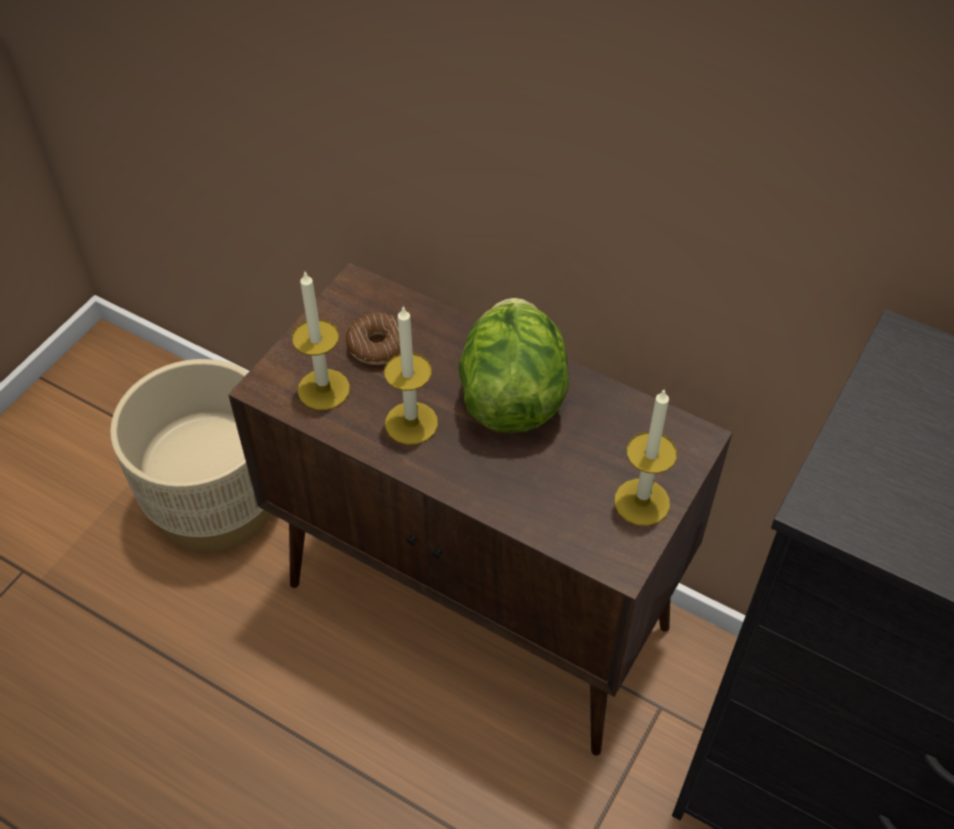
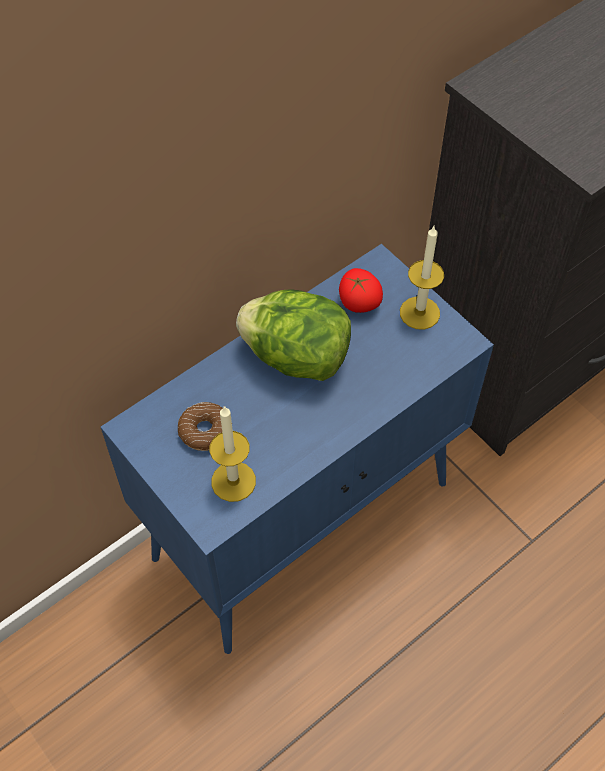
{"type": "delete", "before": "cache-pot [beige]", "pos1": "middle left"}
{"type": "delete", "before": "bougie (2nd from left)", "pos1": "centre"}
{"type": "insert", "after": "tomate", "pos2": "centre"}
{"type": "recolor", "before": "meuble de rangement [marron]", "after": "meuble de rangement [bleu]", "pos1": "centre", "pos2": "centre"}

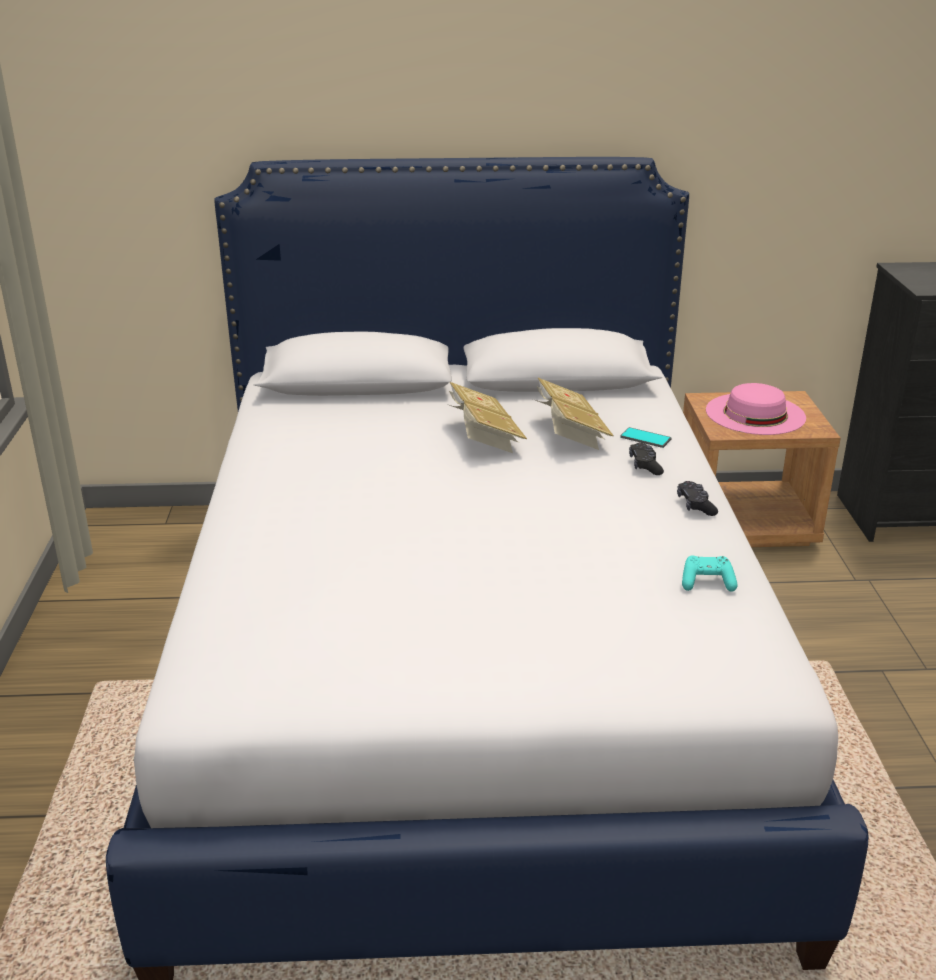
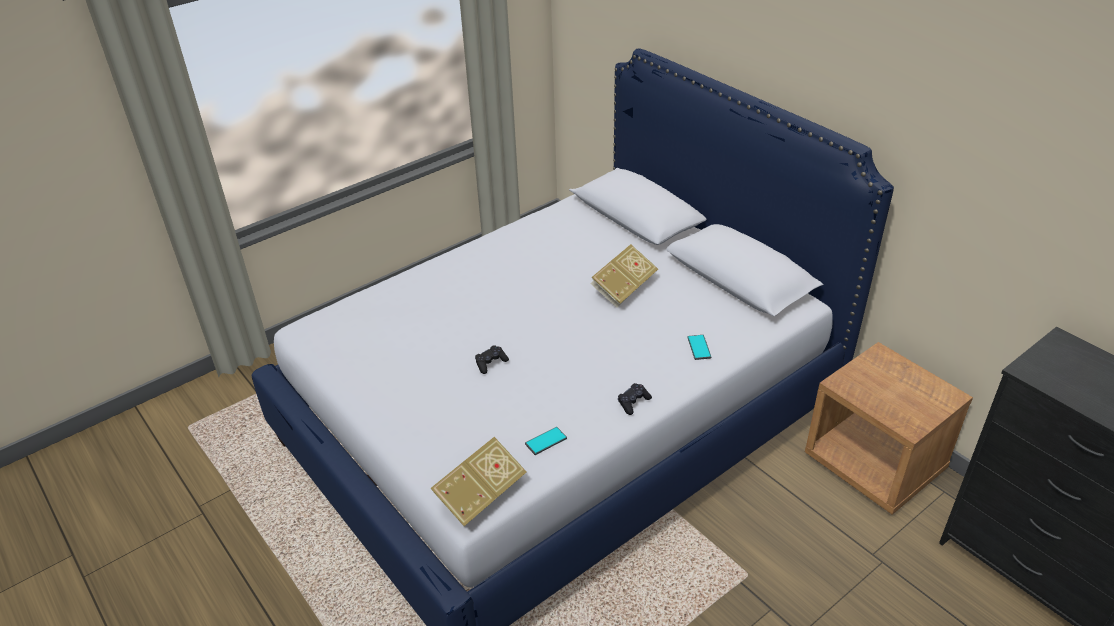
{"type": "delete", "before": "chapeau [rose]", "pos1": "middle right"}
{"type": "move", "before": "livre (2nd from left in the first image)", "after": "livre (1st from left)", "pos1": "centre", "pos2": "bottom centre"}
{"type": "move", "before": "manette [noir] (1st from left)", "pos1": "middle right", "pos2": "centre"}
{"type": "replace", "before": "manette [turquoise]", "after": "téléphone (1st from left)", "pos1": "middle right", "pos2": "bottom centre"}

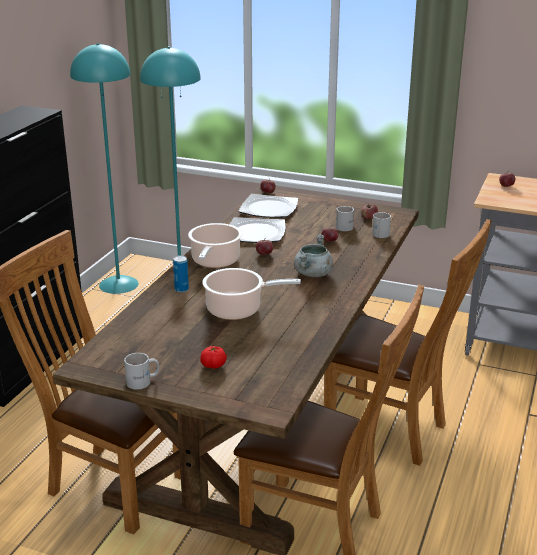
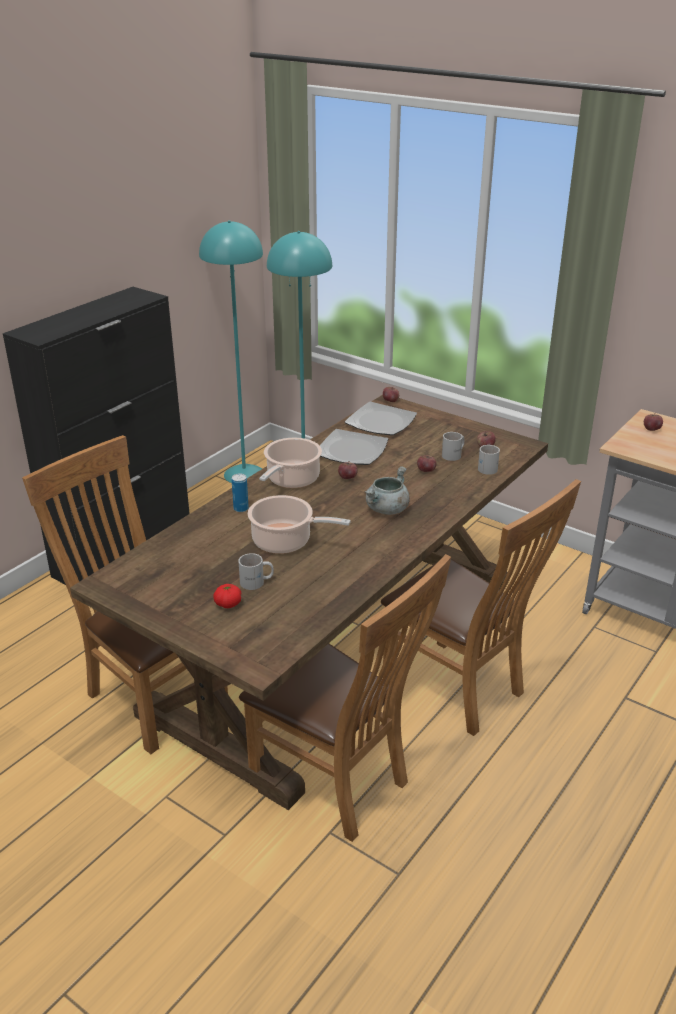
{"type": "move", "before": "mug [blanc] (1st from left)", "pos1": "bottom left", "pos2": "centre"}

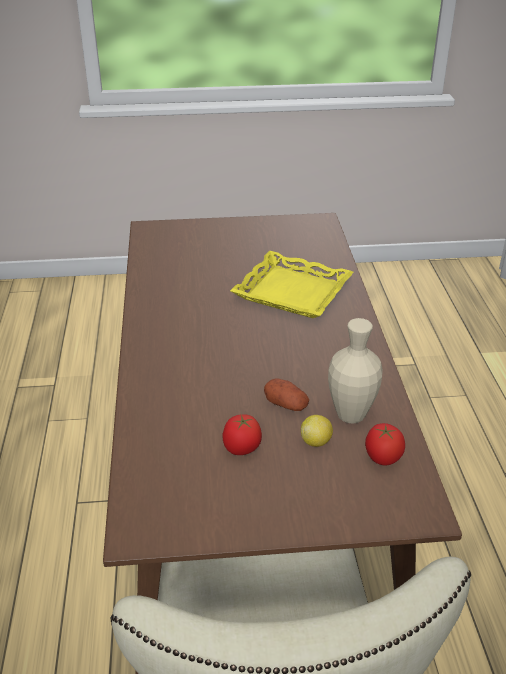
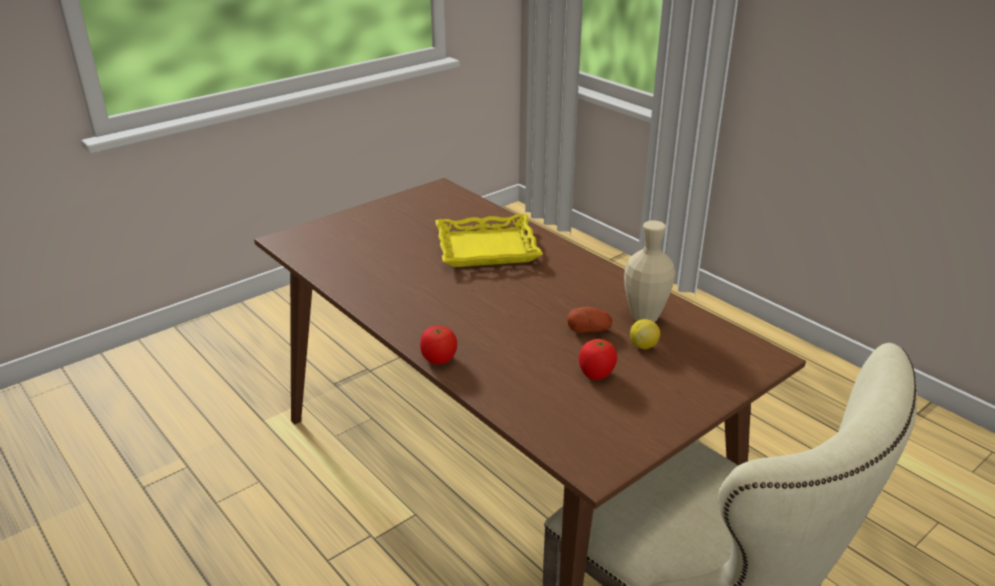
{"type": "move", "before": "tomate (2nd from left in the first image)", "after": "tomate (1st from left)", "pos1": "middle right", "pos2": "centre"}

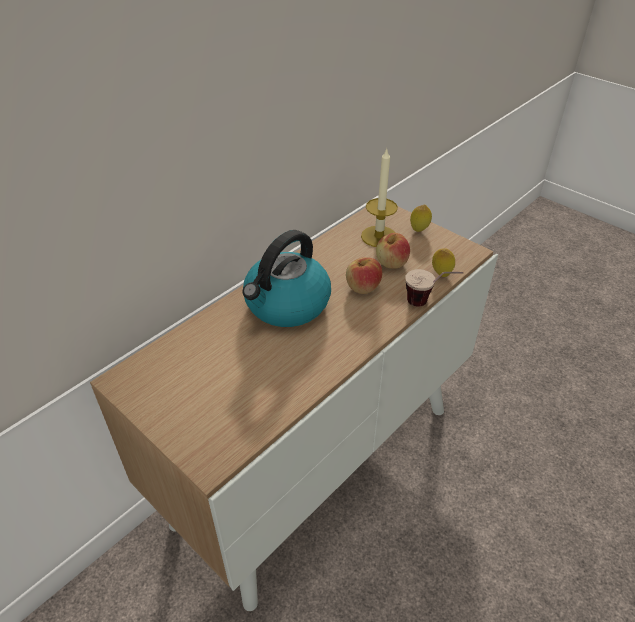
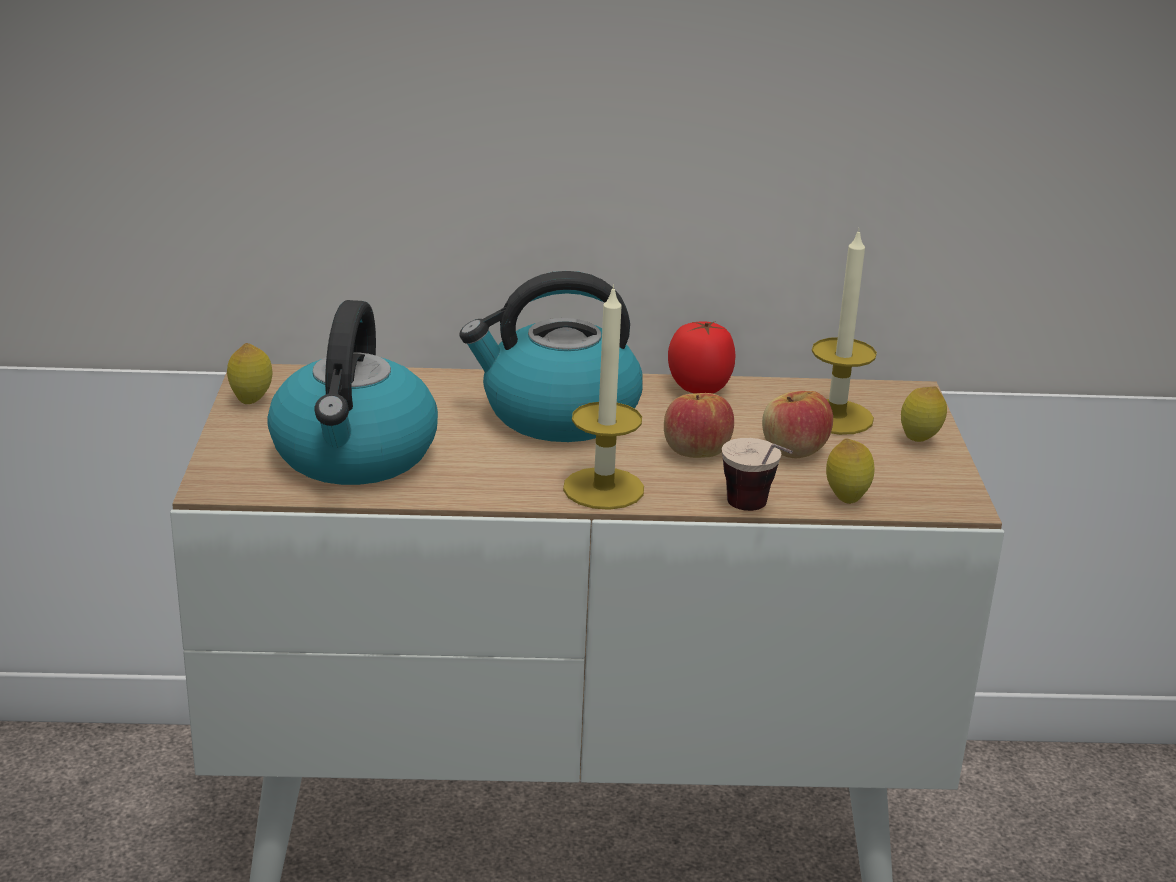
{"type": "insert", "after": "citron (1st from left)", "pos2": "middle left"}
{"type": "insert", "after": "bouilloire (1st from left)", "pos2": "middle left"}
{"type": "insert", "after": "bougie (1st from left)", "pos2": "centre"}
{"type": "insert", "after": "tomate", "pos2": "centre"}

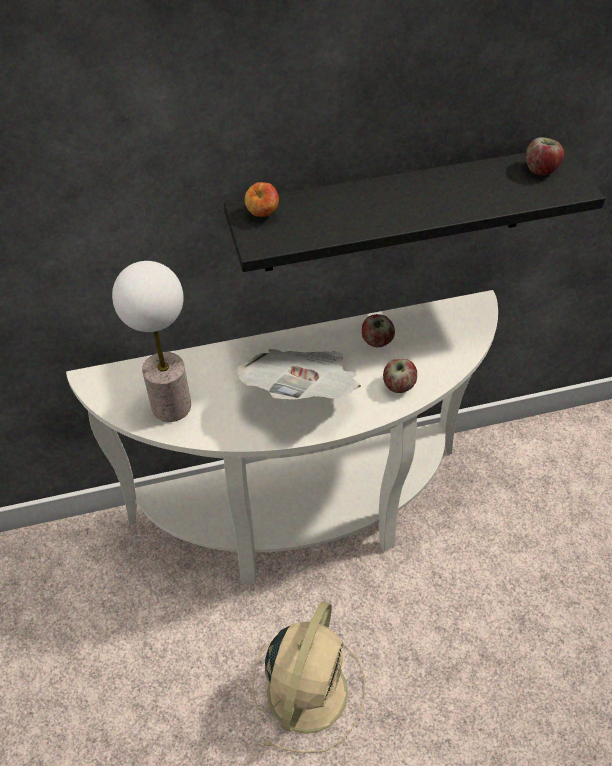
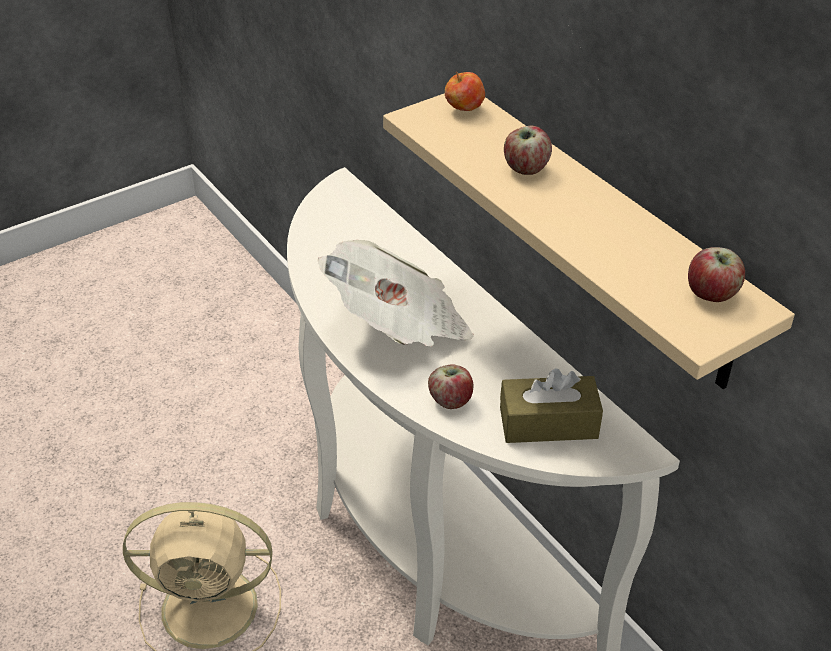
{"type": "delete", "before": "lampe de table", "pos1": "middle left"}
{"type": "insert", "after": "boîte à mouchoirs [marron]", "pos2": "centre"}
{"type": "move", "before": "pomme (2nd from left in the first image)", "after": "pomme (3rd from left)", "pos1": "centre", "pos2": "top centre"}
{"type": "recolor", "before": "étagère [noir]", "after": "étagère [beige]", "pos1": "top right", "pos2": "middle right"}

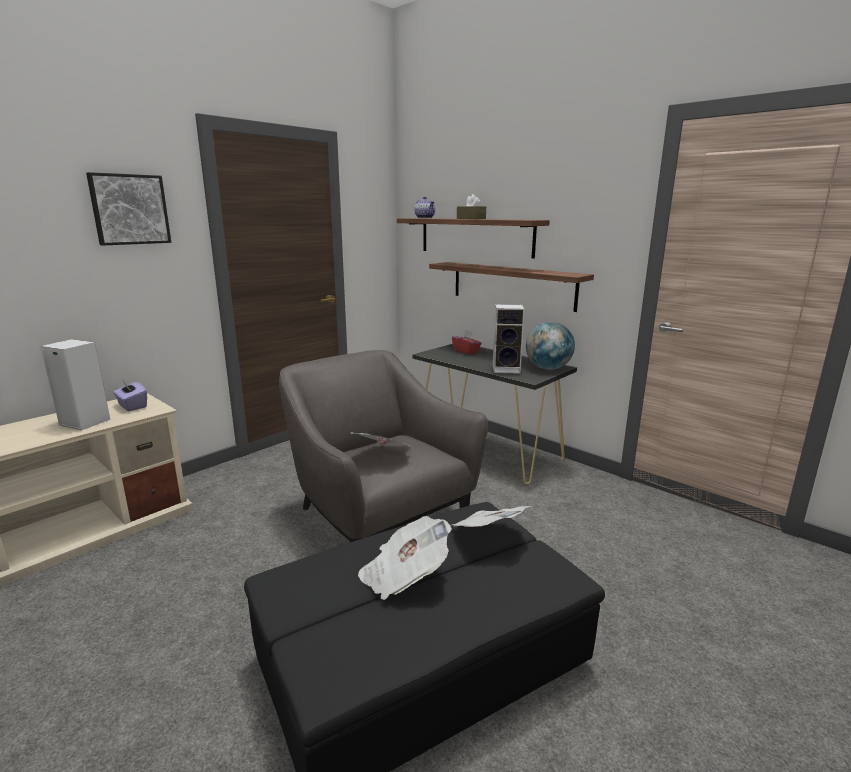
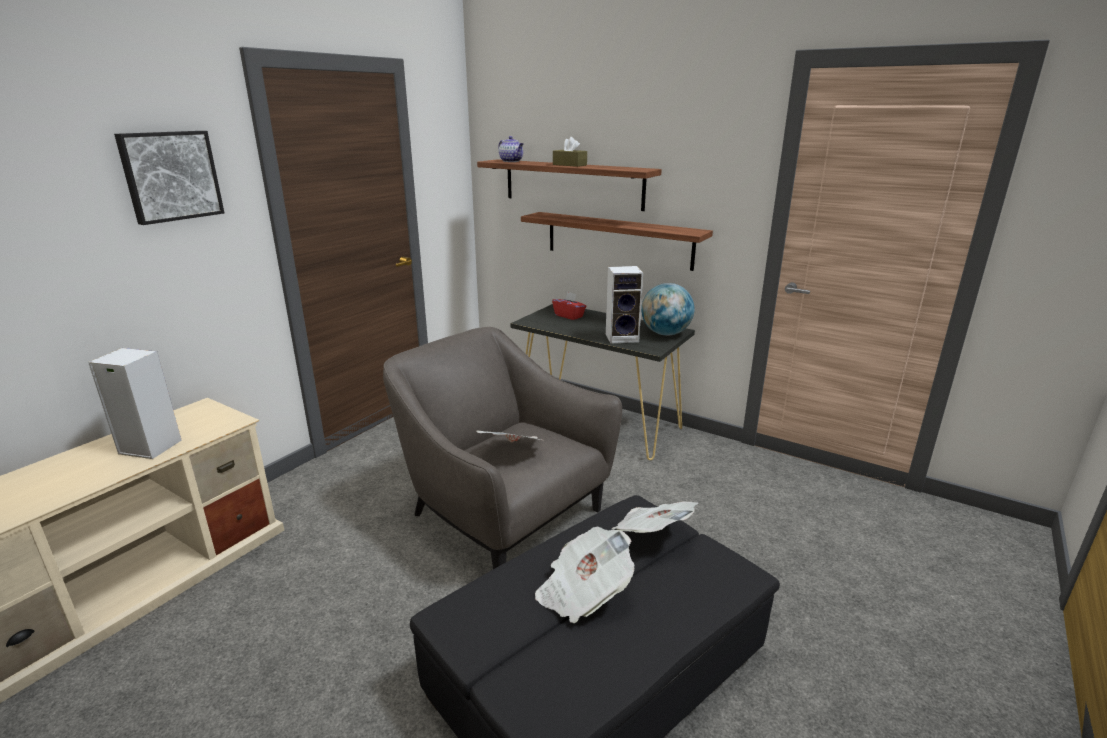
{"type": "delete", "before": "boîte à mouchoirs [violet]", "pos1": "middle left"}

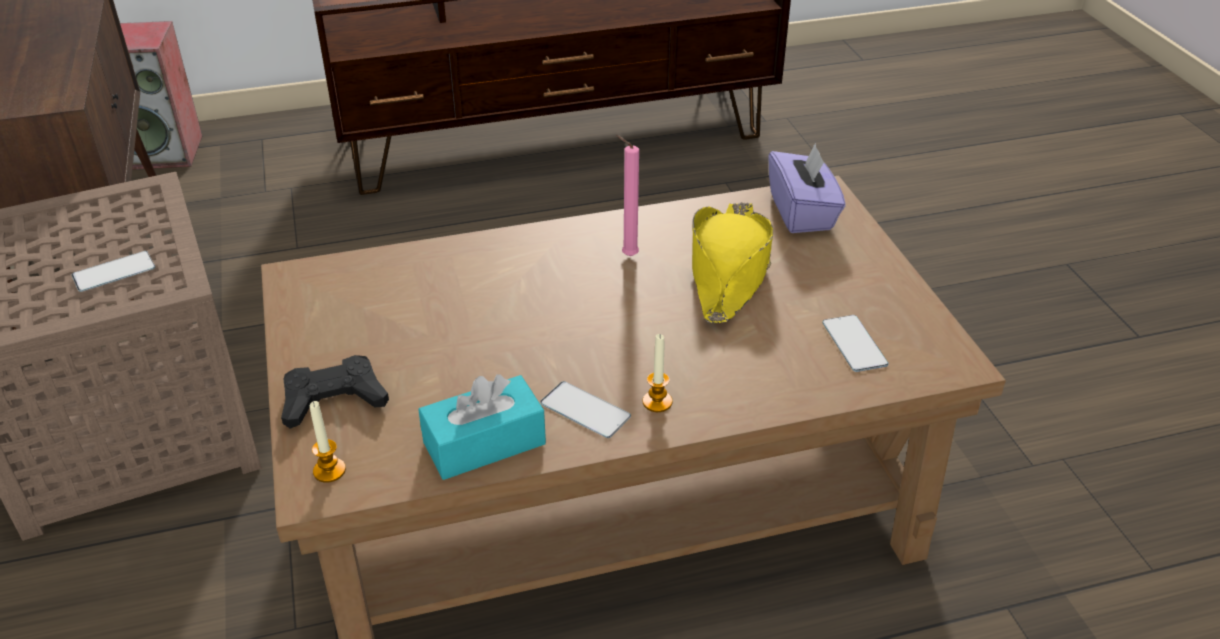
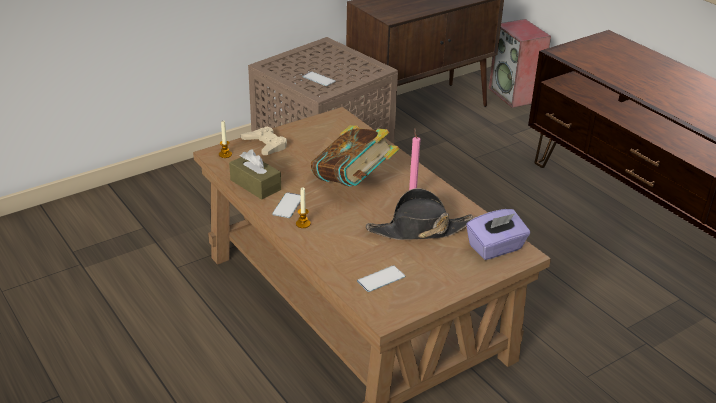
{"type": "insert", "after": "livre", "pos2": "centre"}
{"type": "recolor", "before": "manette [noir]", "after": "manette [beige]", "pos1": "middle left", "pos2": "centre"}
{"type": "recolor", "before": "boîte à mouchoirs [turquoise]", "after": "boîte à mouchoirs [marron]", "pos1": "bottom centre", "pos2": "centre"}
{"type": "recolor", "before": "chapeau [jaune]", "after": "chapeau [noir]", "pos1": "centre", "pos2": "centre"}

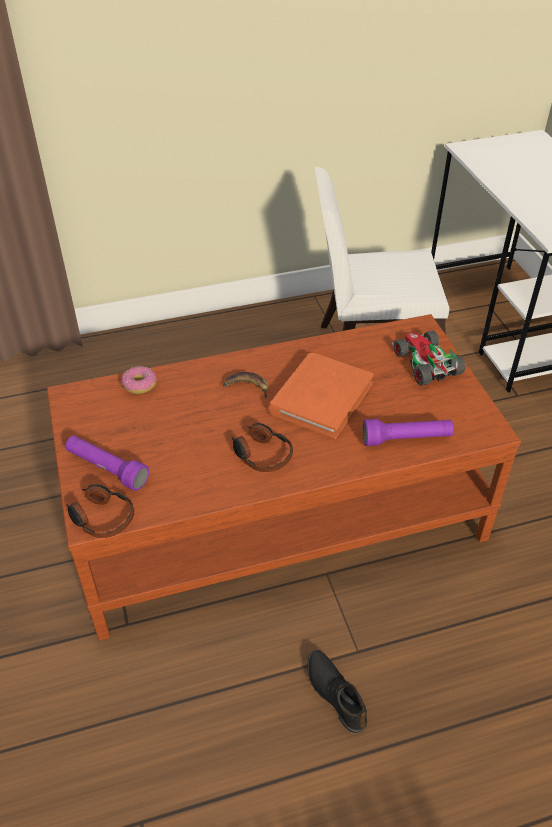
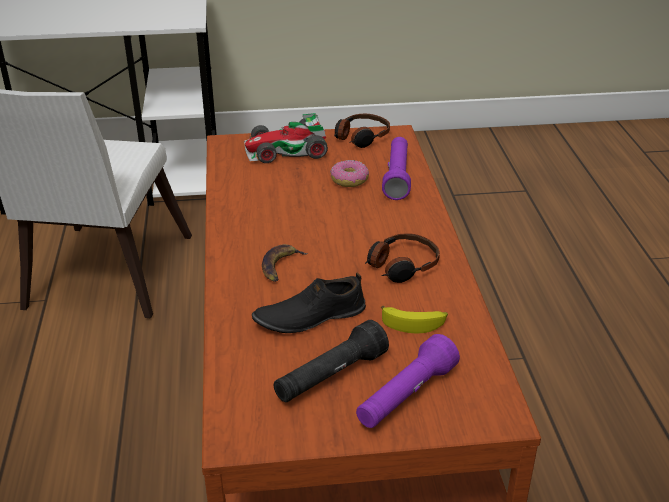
{"type": "delete", "before": "livre [orange]", "pos1": "centre"}
{"type": "insert", "after": "lampe de poche [noir]", "pos2": "bottom centre"}
{"type": "insert", "after": "banane (2nd from left)", "pos2": "centre"}
{"type": "move", "before": "casque audio (1st from left)", "pos1": "middle left", "pos2": "top centre"}
{"type": "move", "before": "beignet", "pos1": "middle left", "pos2": "centre"}
{"type": "move", "before": "chaussure [noir]", "pos1": "bottom centre", "pos2": "centre"}

